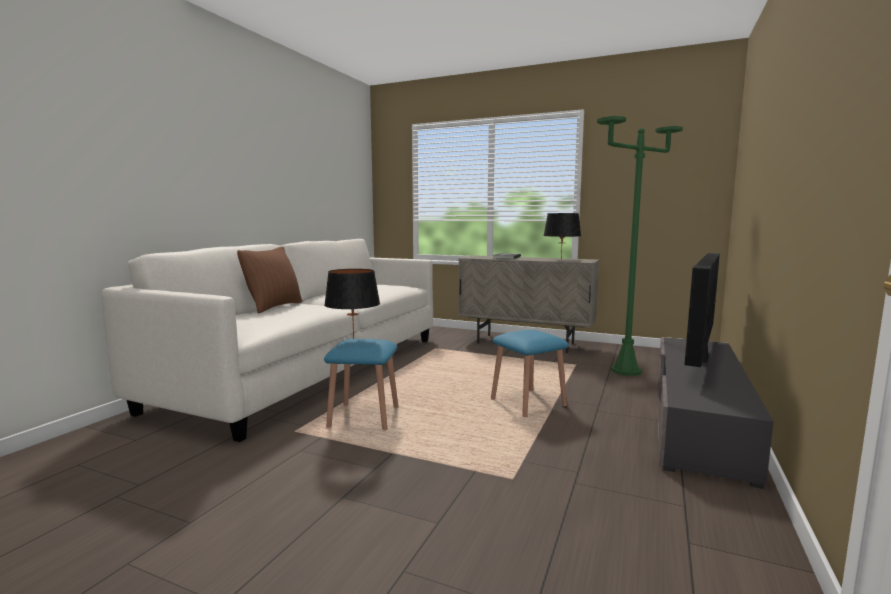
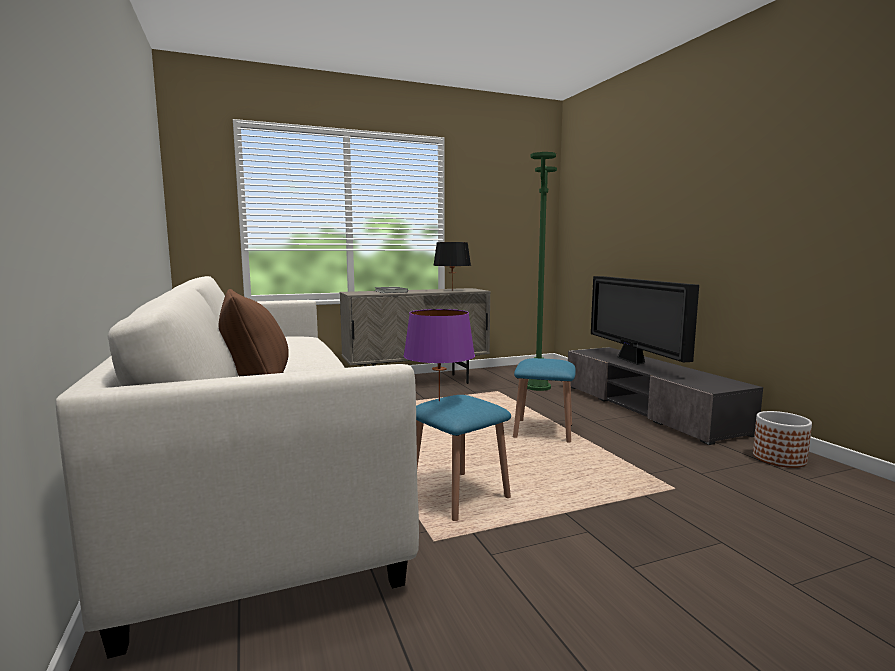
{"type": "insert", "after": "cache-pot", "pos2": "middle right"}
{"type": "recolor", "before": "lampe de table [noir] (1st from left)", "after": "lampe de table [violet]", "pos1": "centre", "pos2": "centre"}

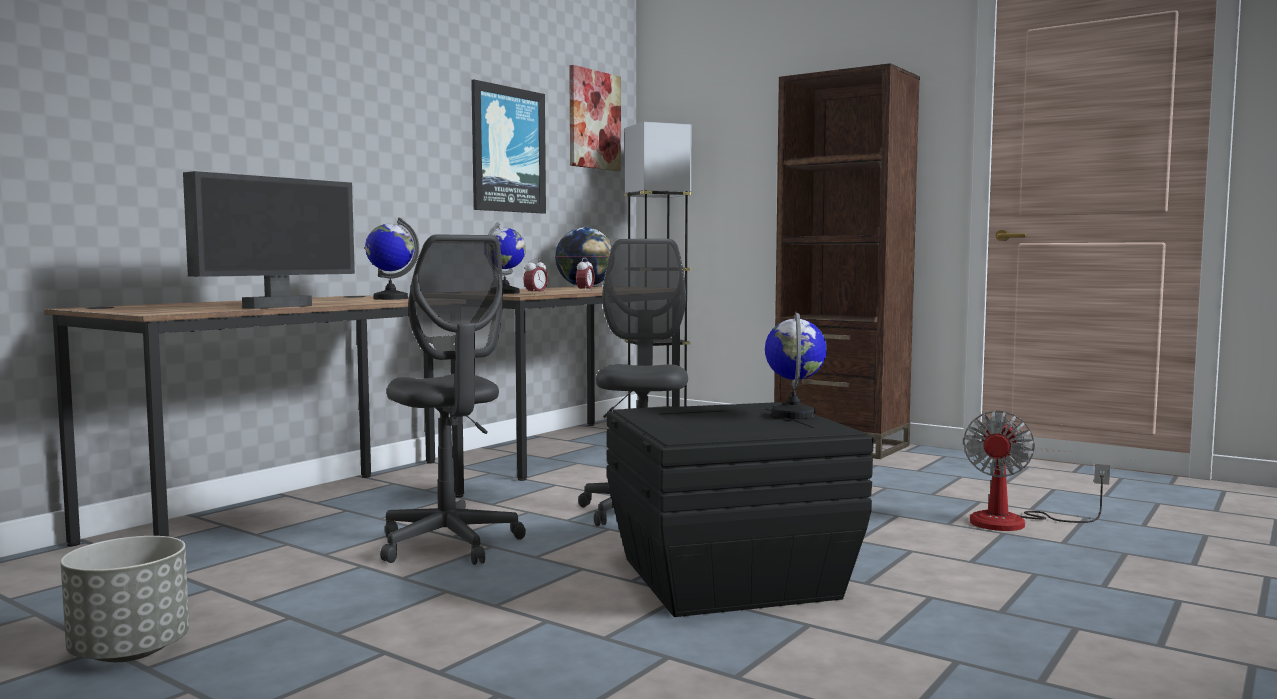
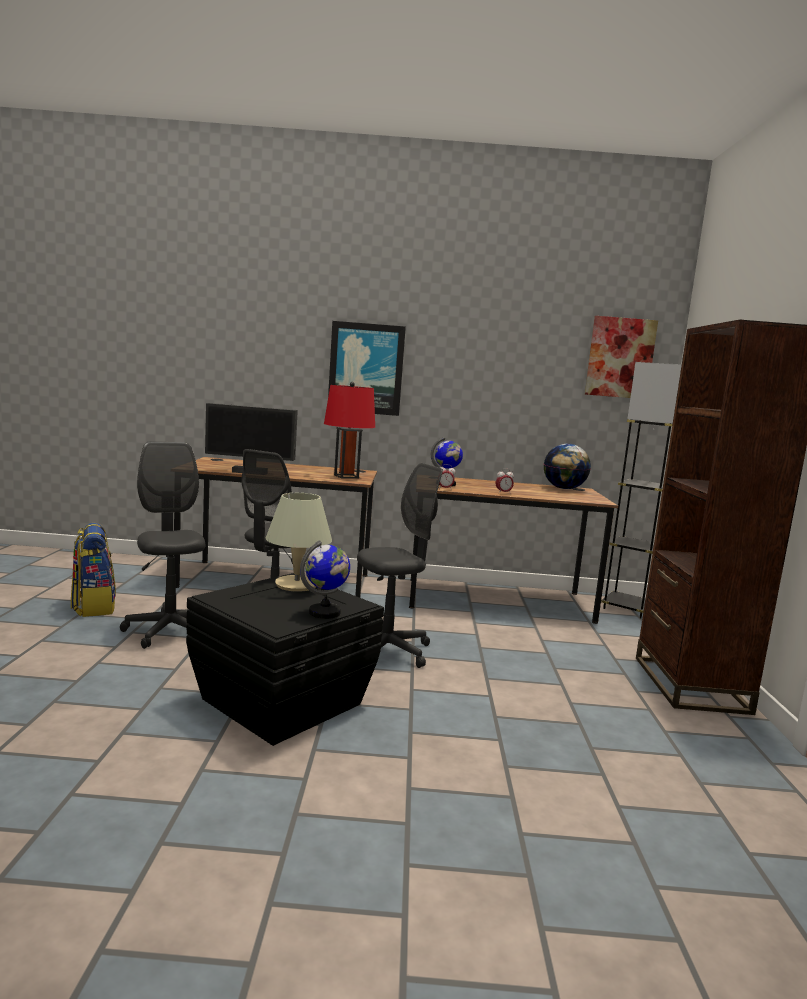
{"type": "delete", "before": "ventilateur", "pos1": "bottom right"}
{"type": "insert", "after": "chaise de bureau [gris] (1st from left)", "pos2": "middle left"}
{"type": "insert", "after": "lampe de table [beige]", "pos2": "centre"}
{"type": "move", "before": "tableau (1st from left)", "pos1": "top centre", "pos2": "centre"}
{"type": "replace", "before": "cache-pot [gris]", "after": "sac à dos", "pos1": "bottom left", "pos2": "middle left"}
{"type": "replace", "before": "globe (1st from left)", "after": "lampe de table [rouge]", "pos1": "middle left", "pos2": "centre"}

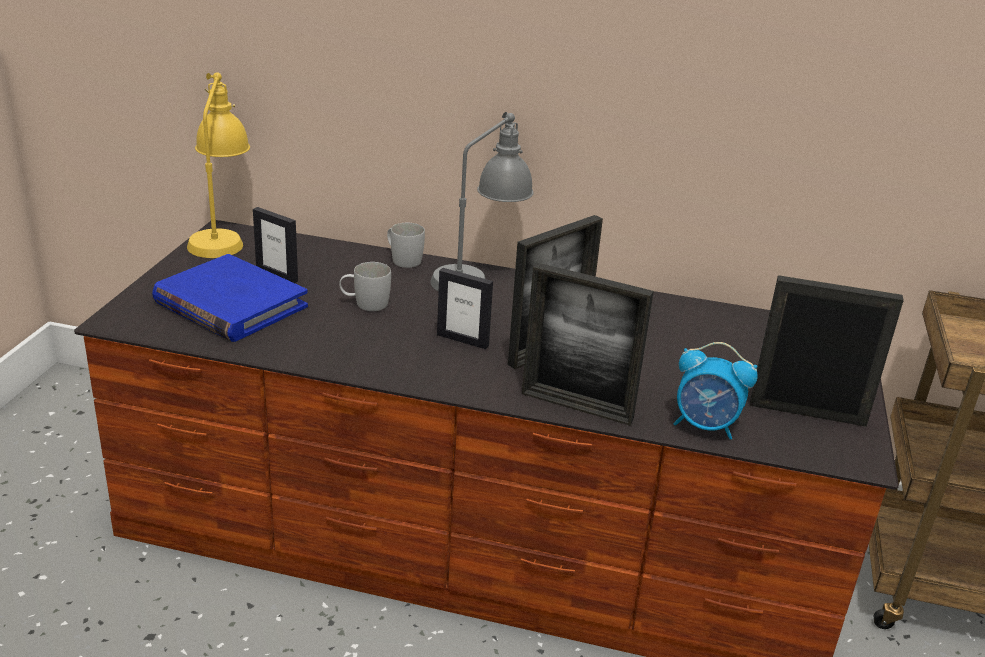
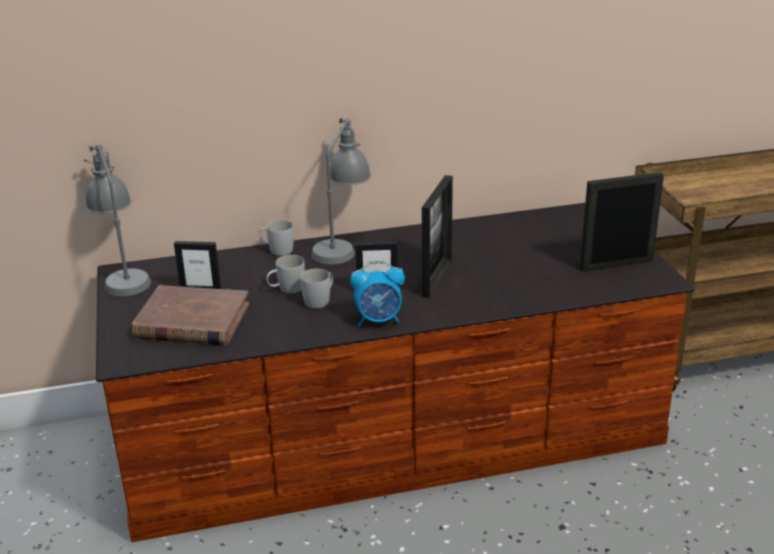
{"type": "delete", "before": "cadre photo (4th from left)", "pos1": "centre"}
{"type": "insert", "after": "mug [blanc] (3rd from left)", "pos2": "centre"}
{"type": "move", "before": "réveil", "pos1": "middle right", "pos2": "centre"}
{"type": "recolor", "before": "livre [bleu]", "after": "livre [marron]", "pos1": "middle left", "pos2": "middle left"}
{"type": "recolor", "before": "lampe de table [jaune]", "after": "lampe de table [gris] (1st from left)", "pos1": "top left", "pos2": "middle left"}

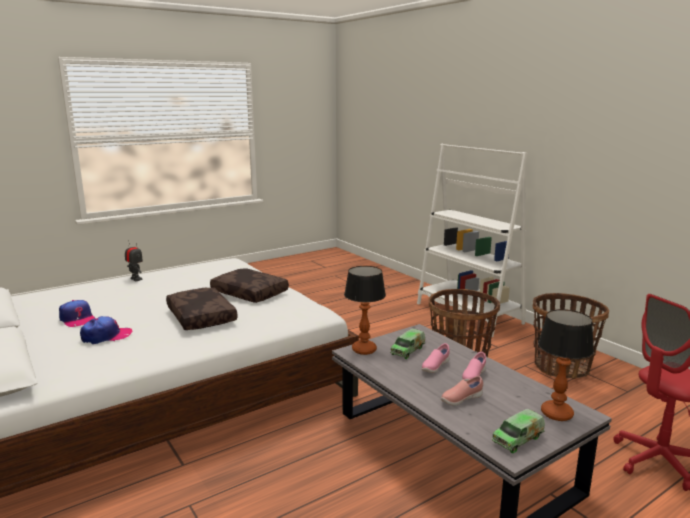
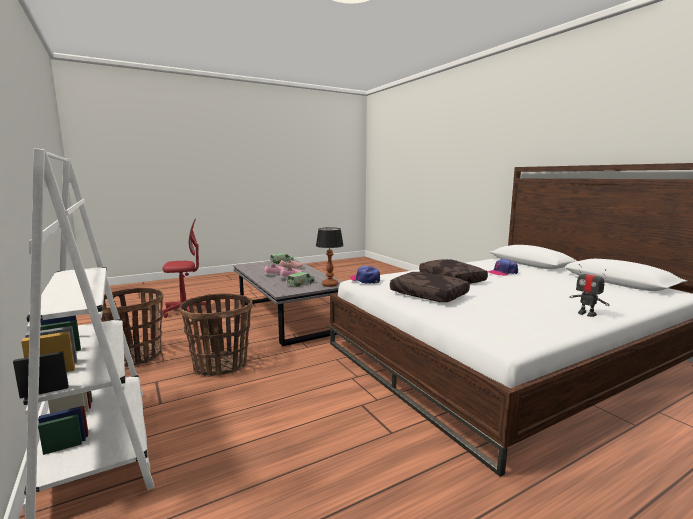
{"type": "delete", "before": "lampe de table (2nd from left)", "pos1": "bottom right"}
{"type": "move", "before": "casquette (1st from left)", "pos1": "middle left", "pos2": "centre"}

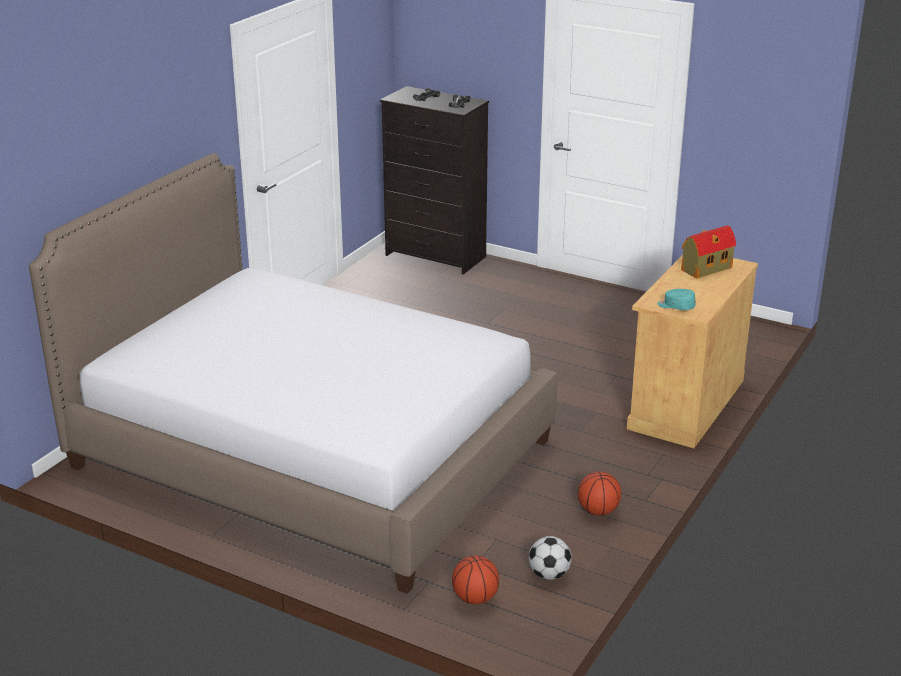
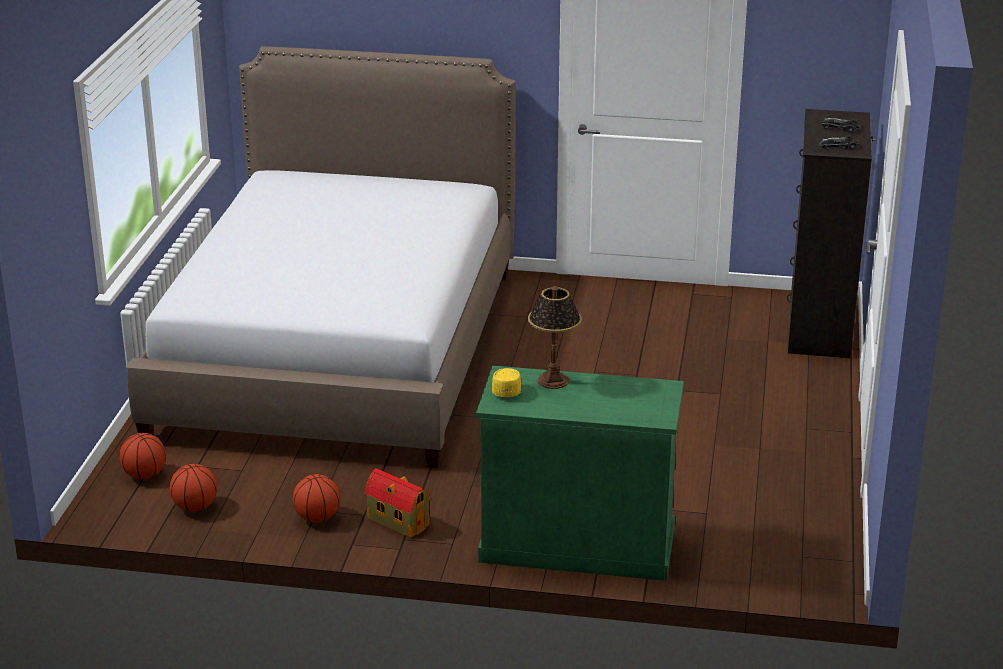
{"type": "insert", "after": "lampe de table", "pos2": "centre"}
{"type": "move", "before": "maison miniature", "pos1": "middle right", "pos2": "bottom centre"}
{"type": "replace", "before": "ballon de foot", "after": "ballon de basket (2nd from left)", "pos1": "bottom centre", "pos2": "bottom left"}
{"type": "recolor", "before": "meuble de rangement [beige]", "after": "meuble de rangement [vert]", "pos1": "middle right", "pos2": "bottom centre"}
{"type": "recolor", "before": "casquette [turquoise]", "after": "casquette [jaune]", "pos1": "middle right", "pos2": "centre"}

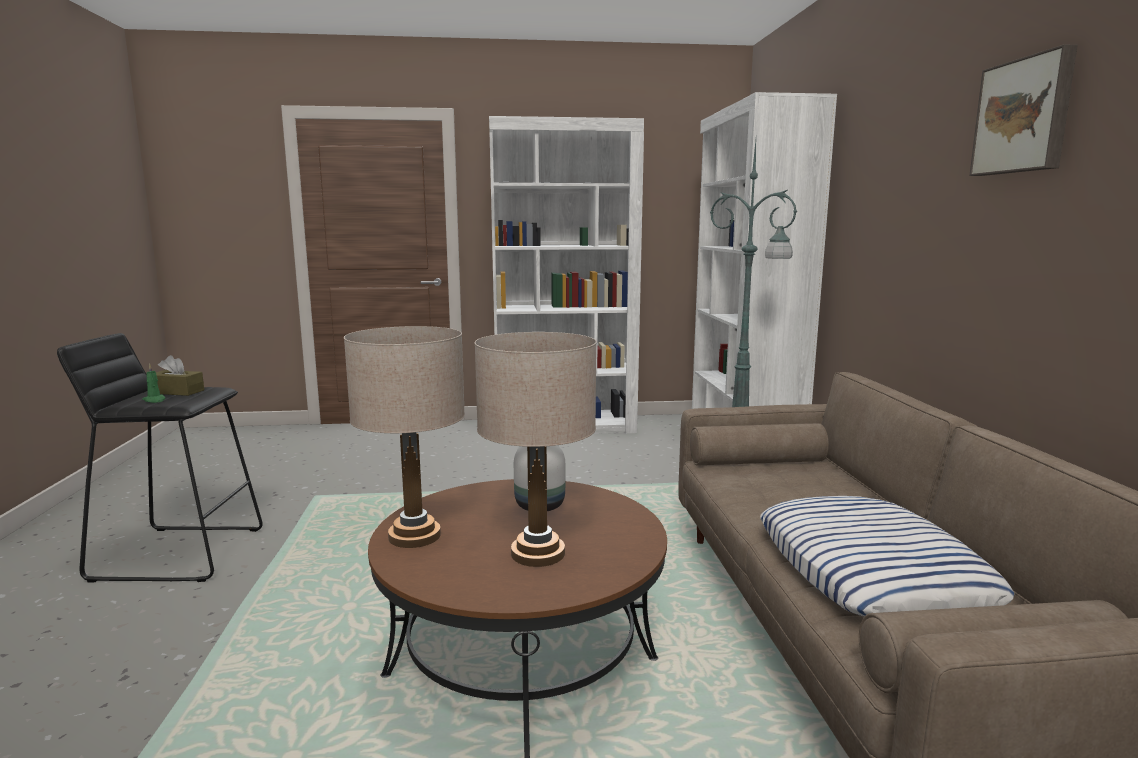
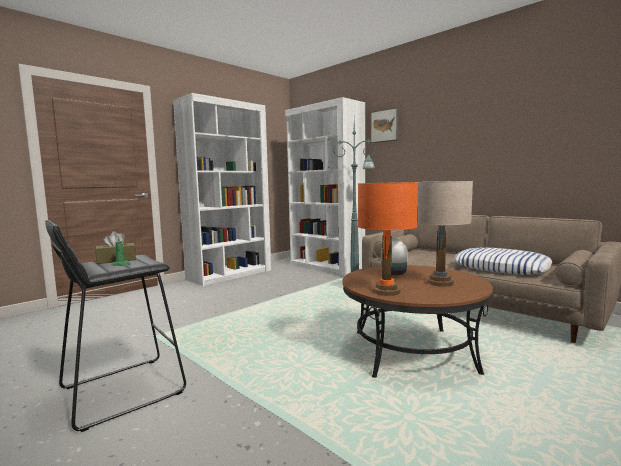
{"type": "move", "before": "tableau", "pos1": "top right", "pos2": "top centre"}
{"type": "recolor", "before": "lampe de table [beige] (1st from left)", "after": "lampe de table [orange]", "pos1": "centre", "pos2": "centre"}

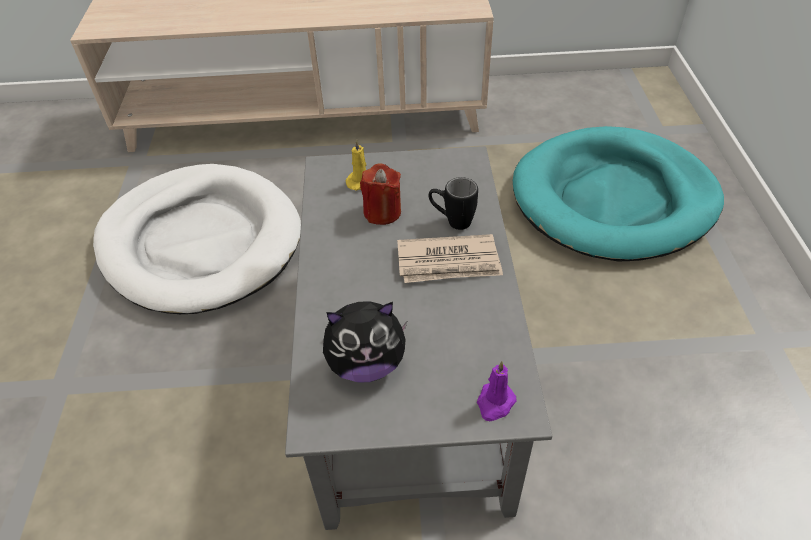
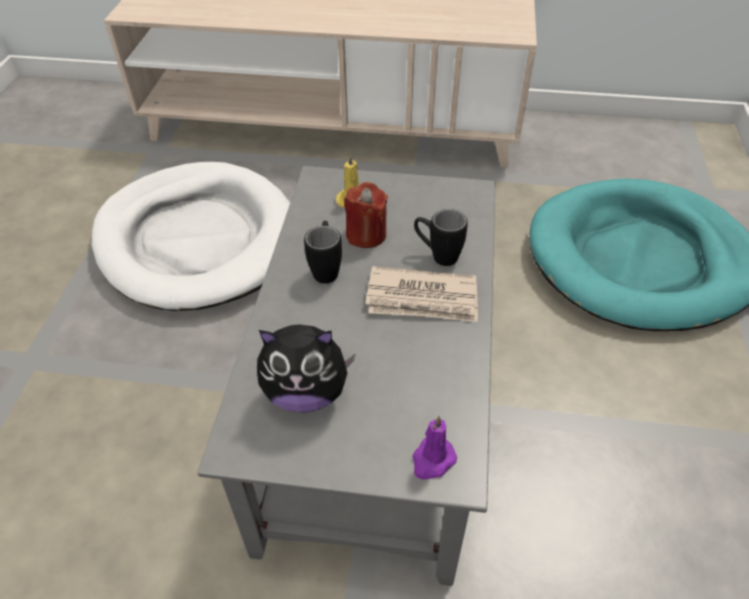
{"type": "insert", "after": "mug [noir] (1st from left)", "pos2": "centre"}

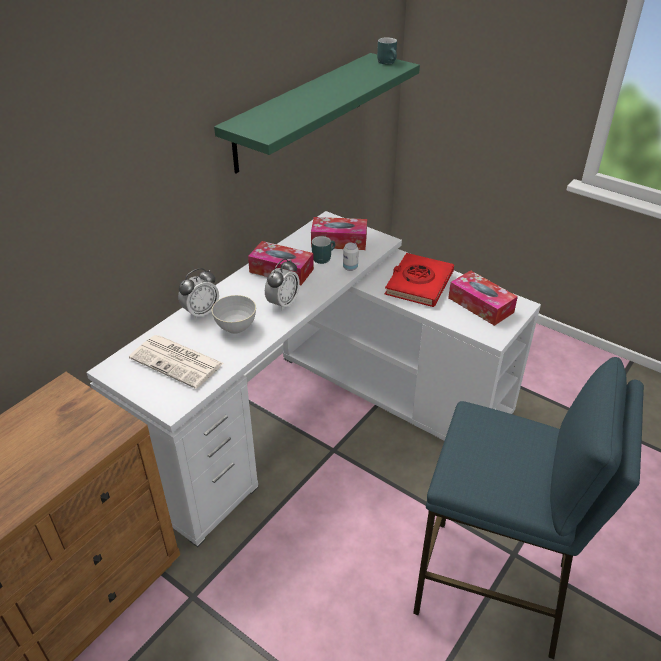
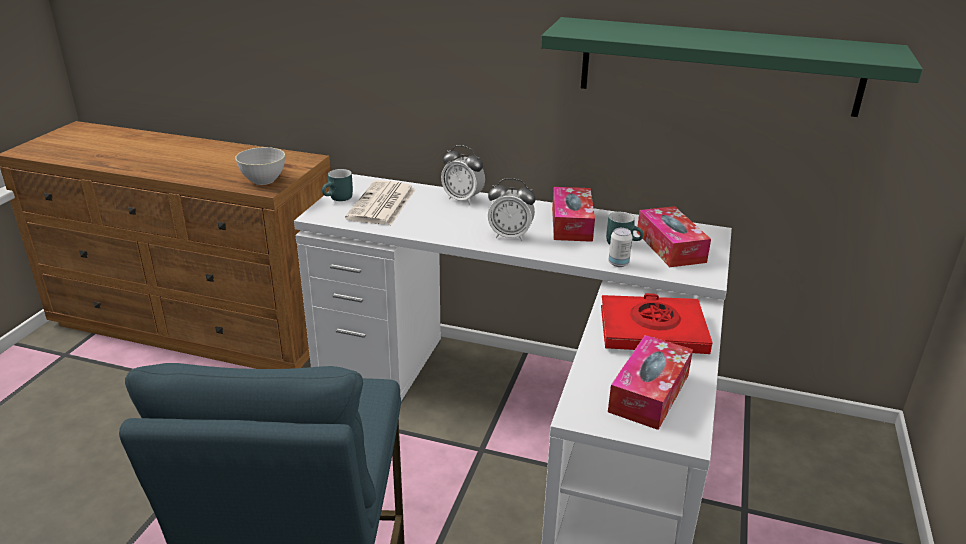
{"type": "move", "before": "bol [gris]", "pos1": "centre", "pos2": "top left"}
{"type": "move", "before": "mug [turquoise] (2nd from left in the first image)", "after": "mug [turquoise] (1st from left)", "pos1": "top centre", "pos2": "centre"}

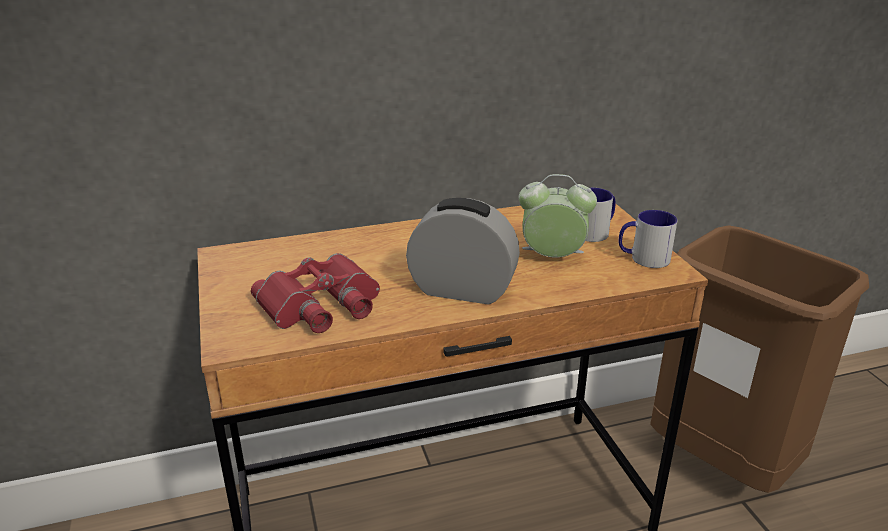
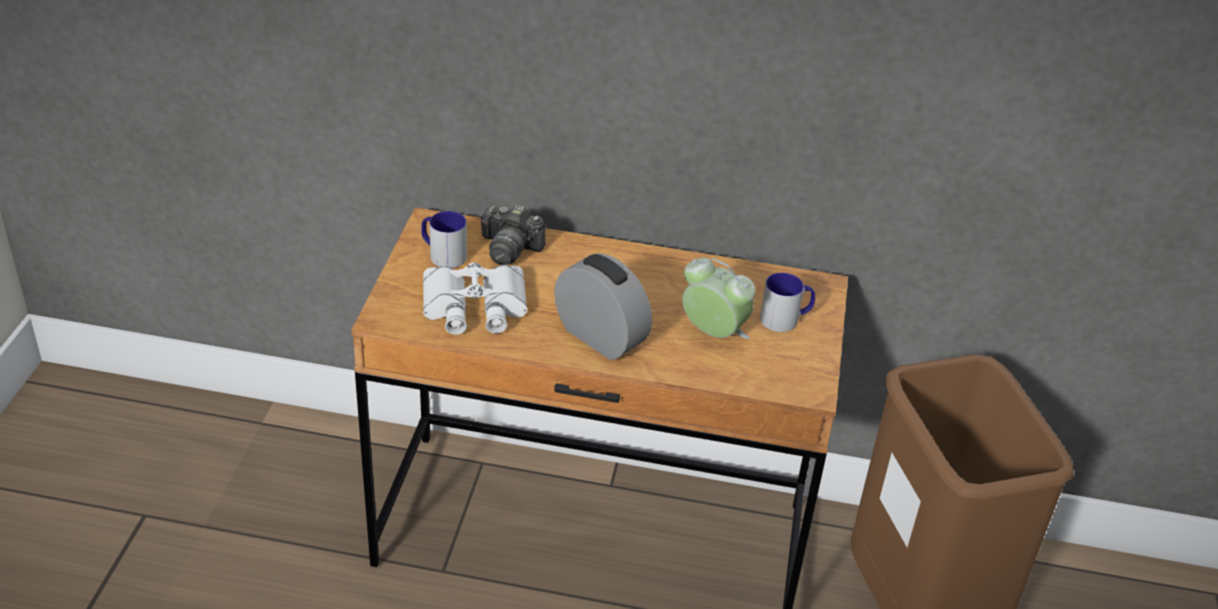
{"type": "insert", "after": "appareil photo", "pos2": "centre"}
{"type": "move", "before": "mug (2nd from left in the first image)", "after": "mug (1st from left)", "pos1": "middle right", "pos2": "centre"}
{"type": "recolor", "before": "jumelles [rouge]", "after": "jumelles [blanc]", "pos1": "centre", "pos2": "centre"}

